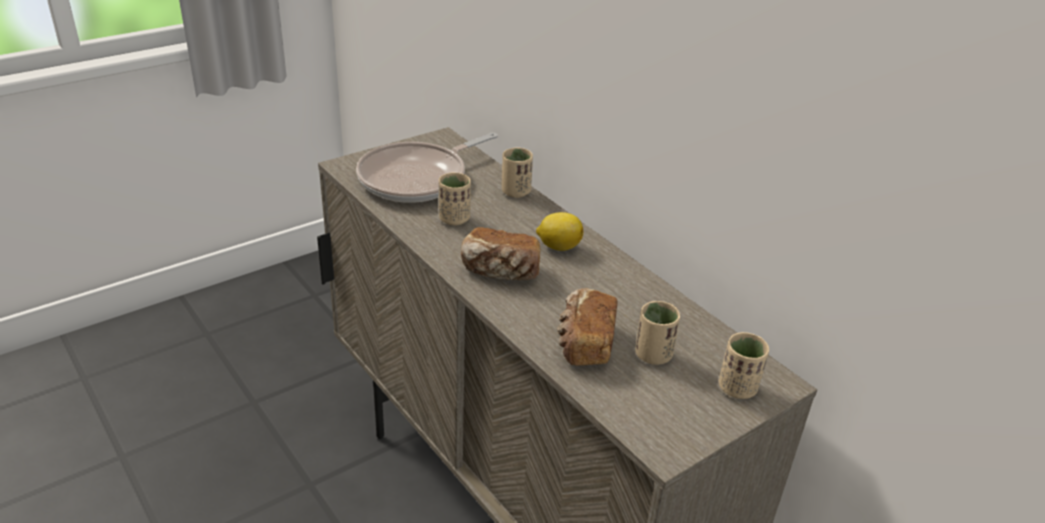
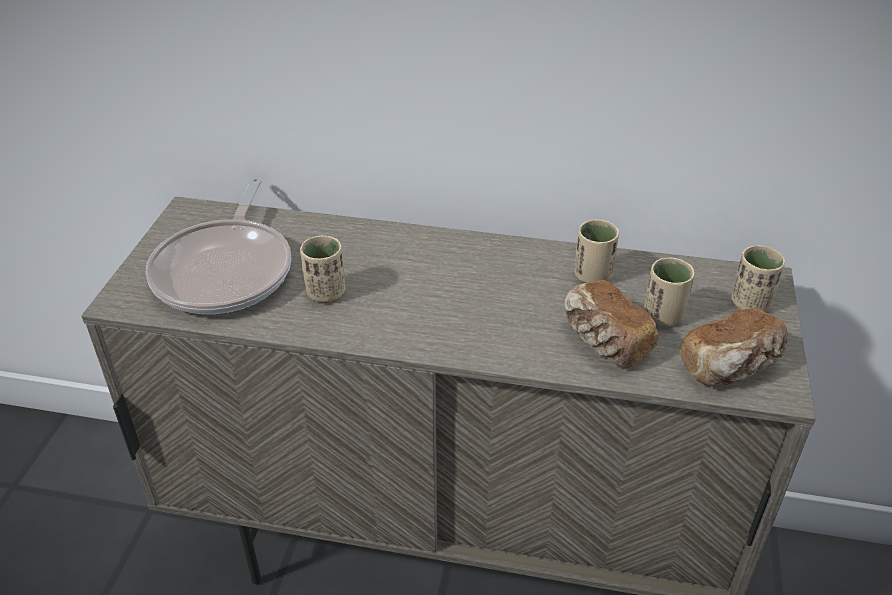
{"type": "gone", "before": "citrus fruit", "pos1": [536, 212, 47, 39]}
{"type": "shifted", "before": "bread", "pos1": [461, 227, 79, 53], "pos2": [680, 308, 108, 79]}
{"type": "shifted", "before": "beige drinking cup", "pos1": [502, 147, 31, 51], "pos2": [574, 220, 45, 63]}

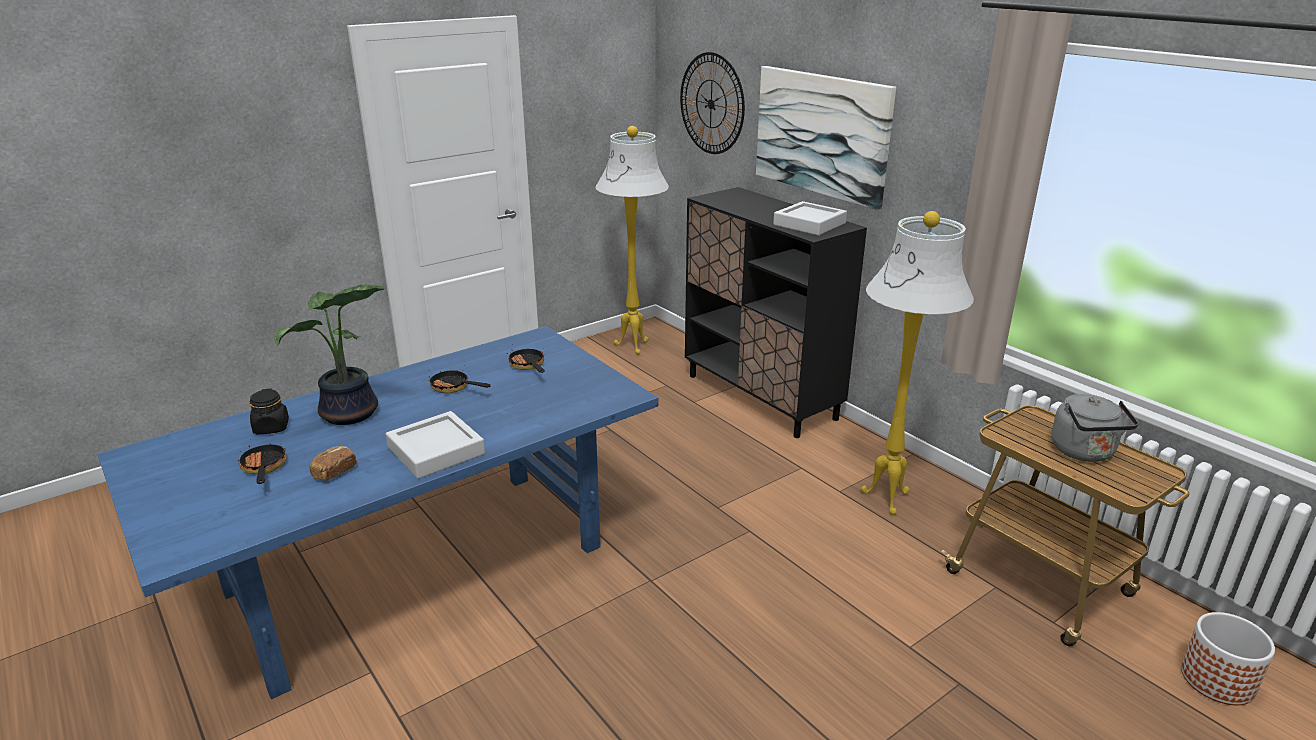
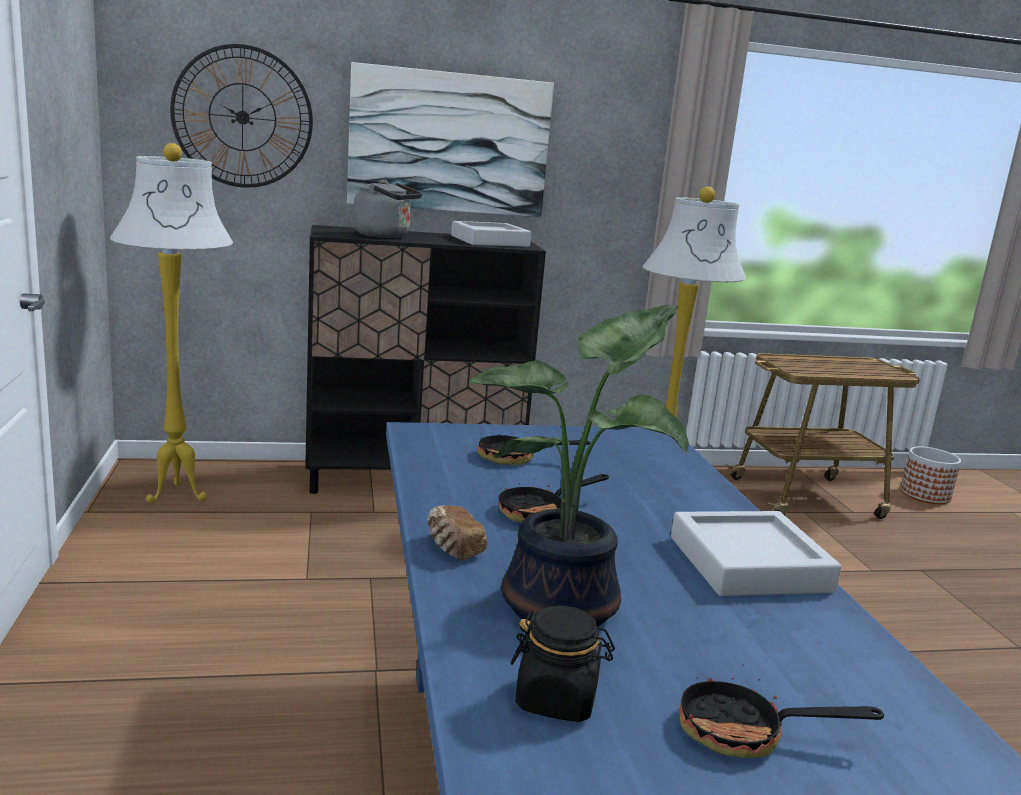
{"type": "shifted", "before": "bread", "pos1": [309, 446, 48, 35], "pos2": [427, 505, 61, 55]}
{"type": "shifted", "before": "greyish water kettle", "pos1": [1051, 394, 88, 68], "pos2": [353, 179, 69, 59]}

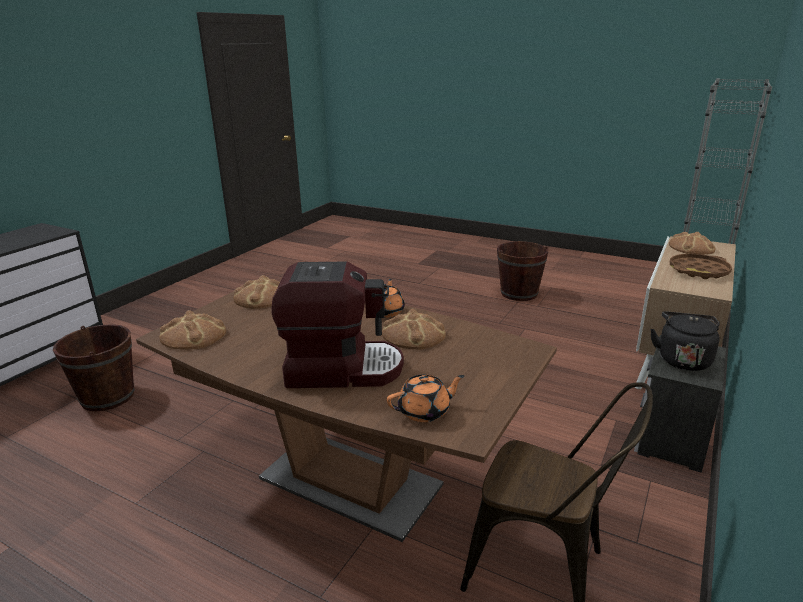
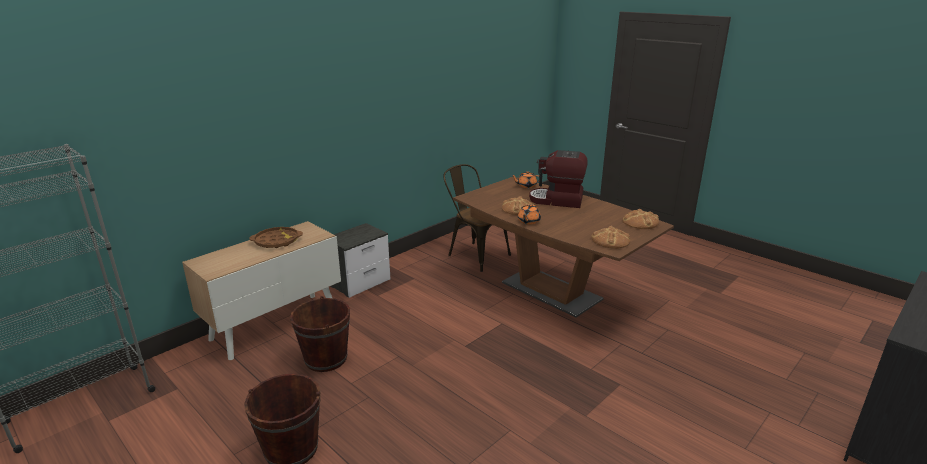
{"type": "gone", "before": "black-coloured water kettle", "pos1": [650, 311, 70, 60]}
{"type": "gone", "before": "bread", "pos1": [669, 232, 47, 23]}
{"type": "shifted", "before": "brownish pail", "pos1": [53, 324, 81, 87], "pos2": [290, 296, 60, 76]}

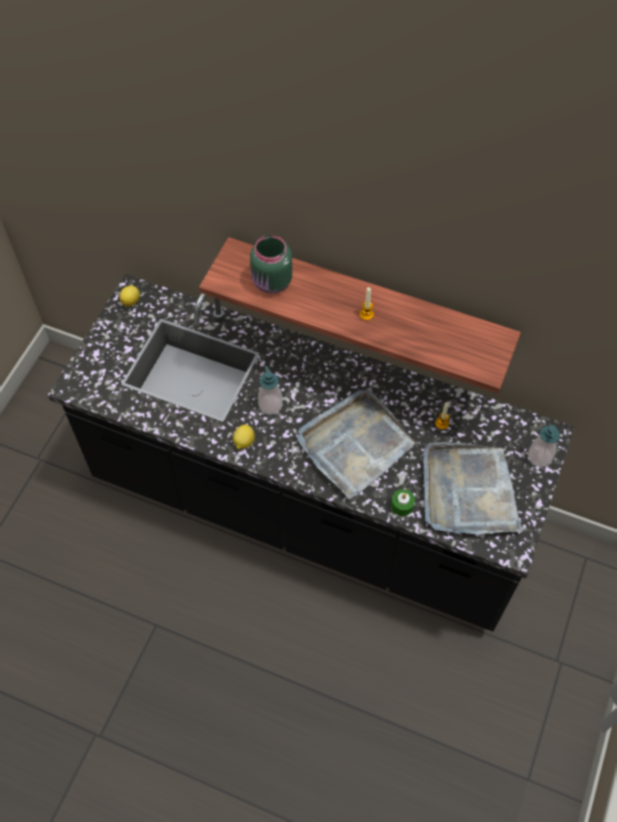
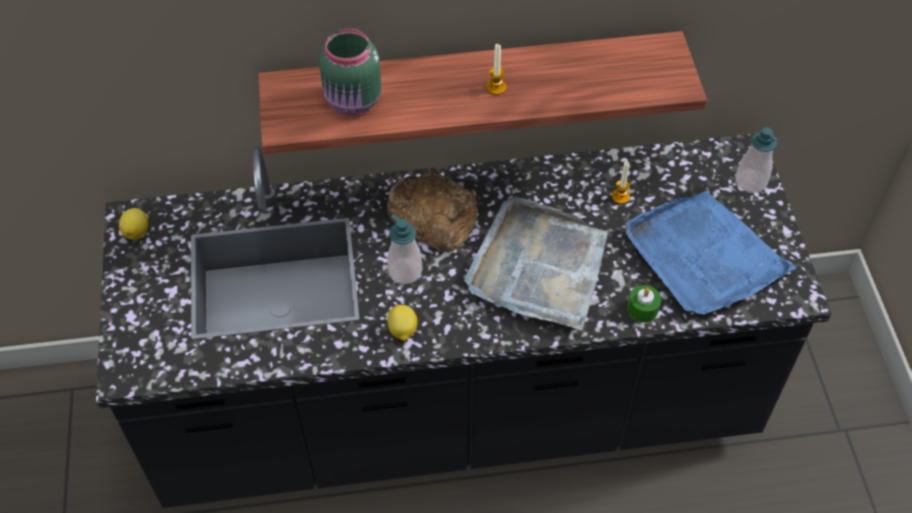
{"type": "new", "after": "bread", "pos2": [387, 172, 91, 81]}
{"type": "repainted", "before": "greyish carrying tray", "after": "blue-coloured carrying tray", "pos1": [423, 442, 100, 92], "pos2": [625, 191, 172, 124]}

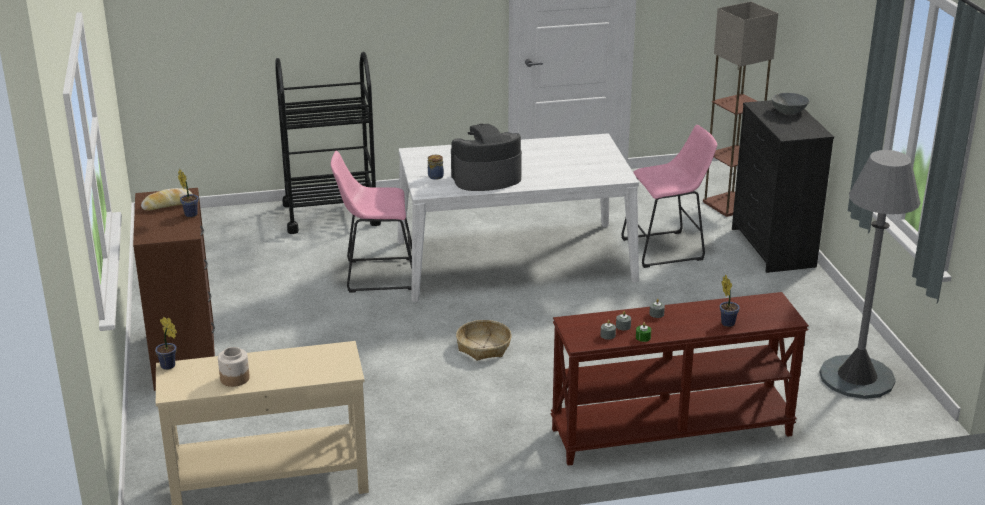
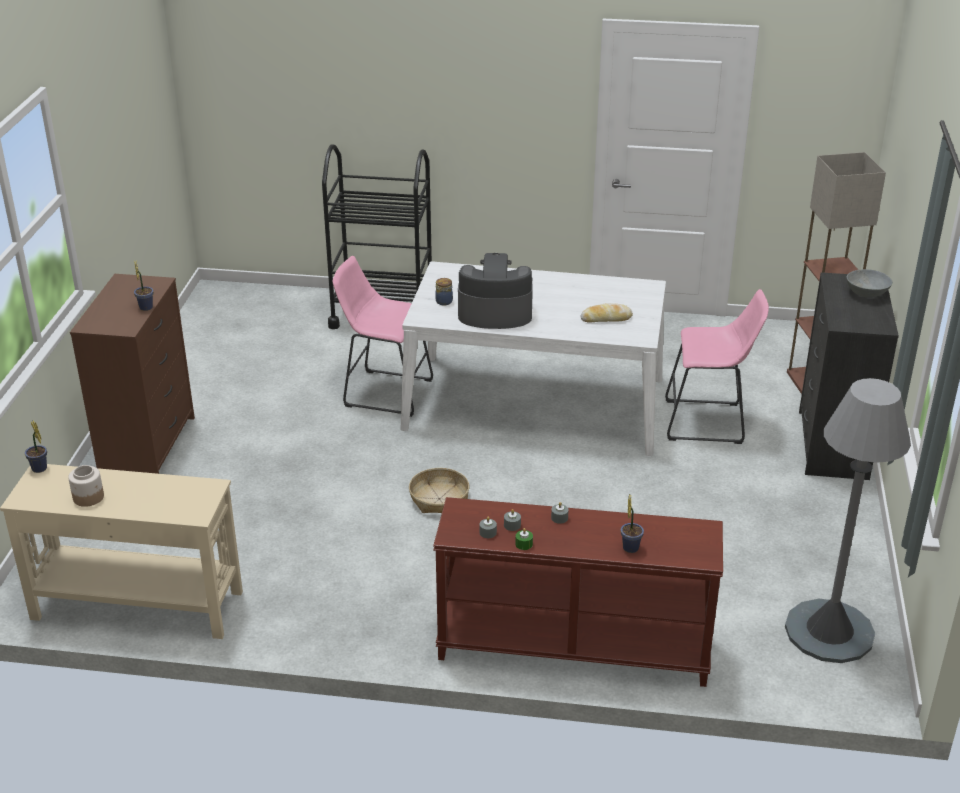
{"type": "shifted", "before": "bread", "pos1": [141, 188, 51, 23], "pos2": [581, 303, 52, 19]}

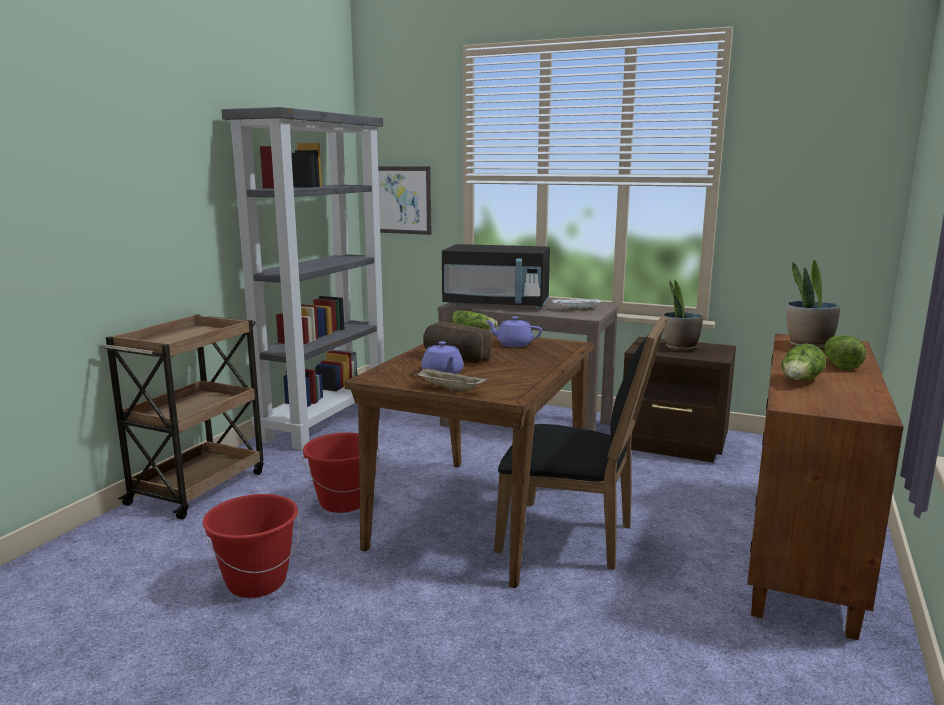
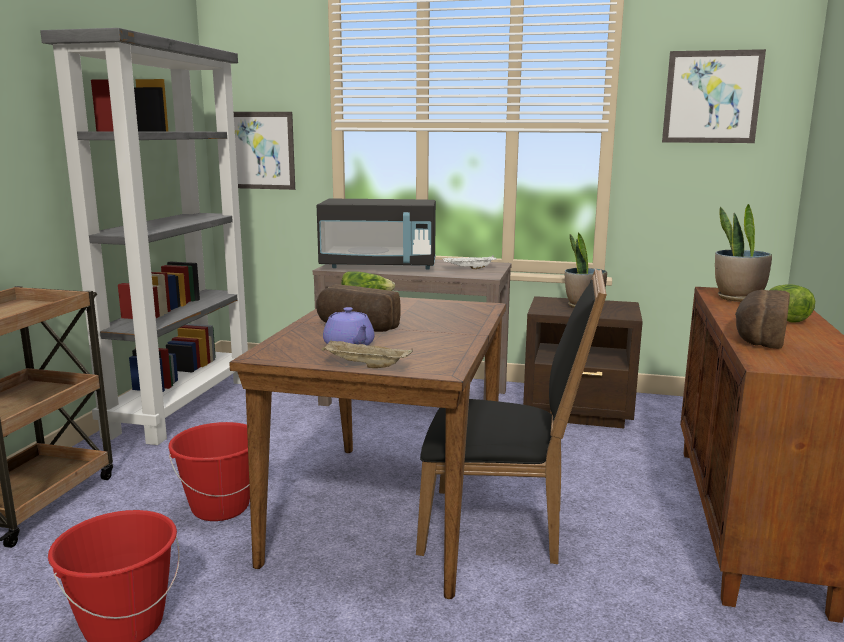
{"type": "gone", "before": "purple-coloured pot for tea", "pos1": [486, 316, 56, 31]}
{"type": "new", "after": "wall art", "pos2": [662, 49, 104, 94]}
{"type": "swapped", "before": "head of lettuce", "after": "bread", "pos1": [781, 344, 45, 36], "pos2": [735, 290, 55, 59]}

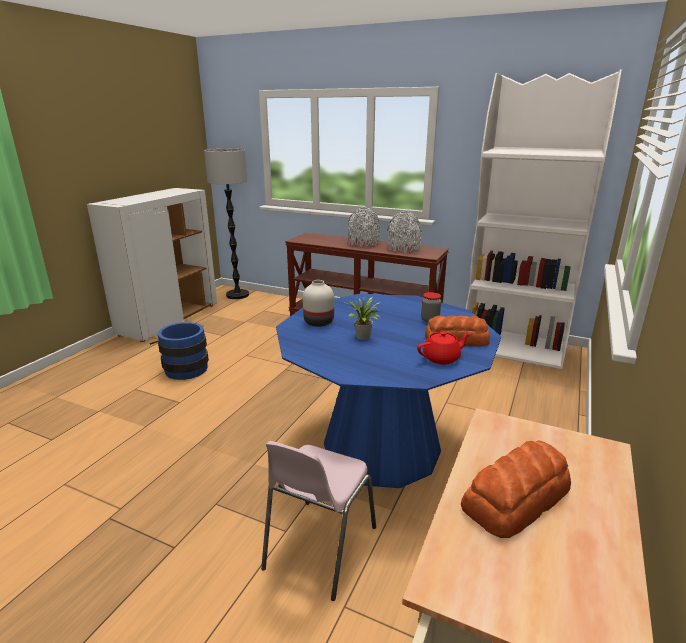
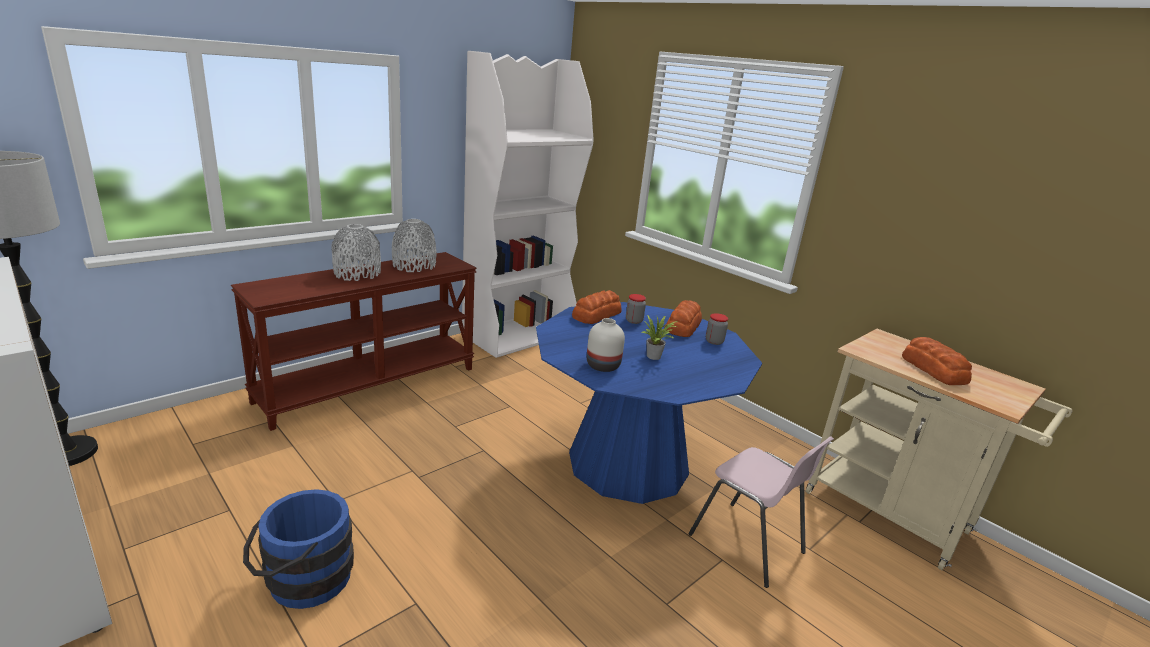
{"type": "new", "after": "bread", "pos2": [572, 290, 50, 34]}
{"type": "swapped", "before": "red pot for tea", "after": "preserve jar", "pos1": [417, 331, 54, 33], "pos2": [706, 313, 22, 32]}

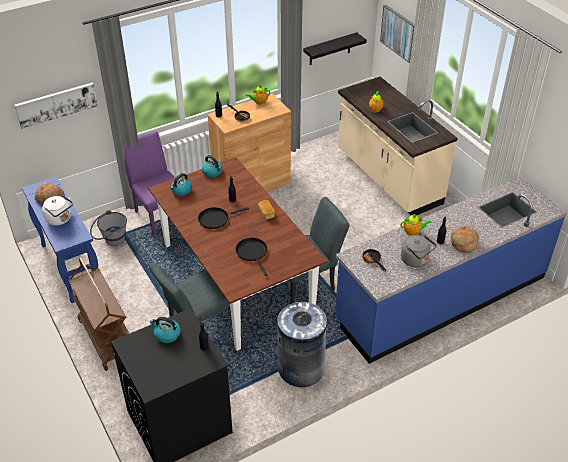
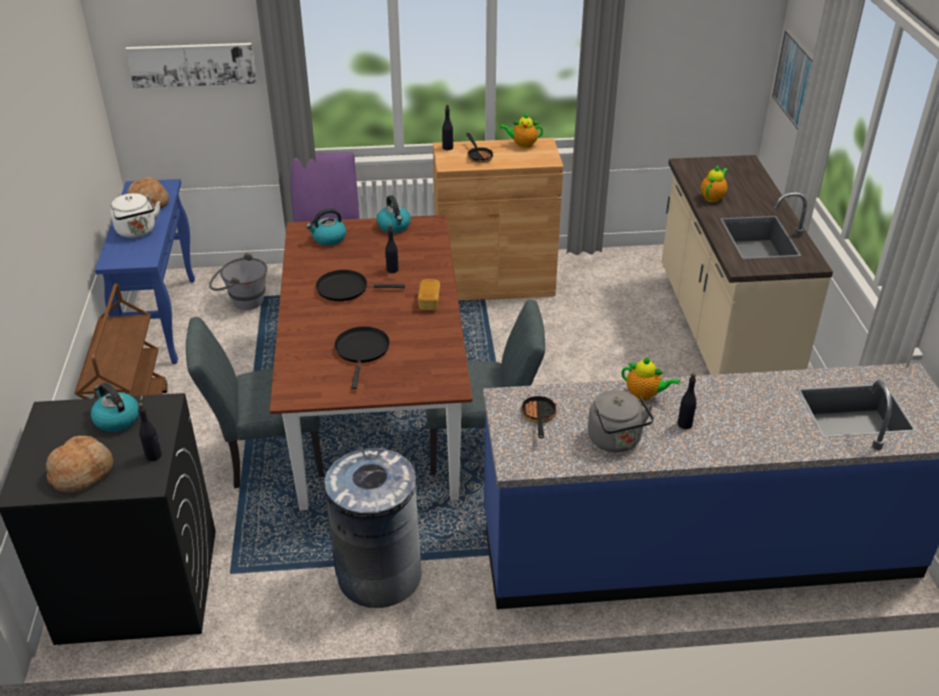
{"type": "gone", "before": "black-coloured shelf", "pos1": [303, 32, 64, 33]}
{"type": "shifted", "before": "bread", "pos1": [451, 226, 28, 27], "pos2": [46, 436, 67, 57]}

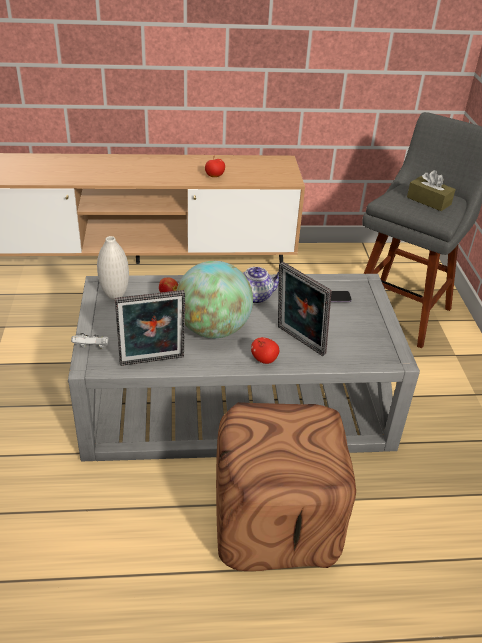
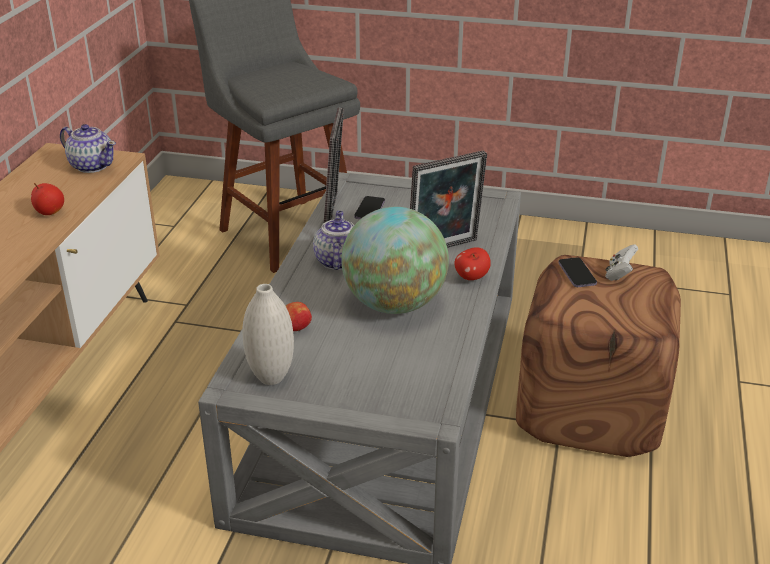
{"type": "gone", "before": "brownish tissue holder", "pos1": [407, 170, 49, 41]}
{"type": "new", "after": "pot for tea", "pos2": [60, 124, 56, 49]}
{"type": "new", "after": "phone", "pos2": [558, 257, 39, 30]}
{"type": "shifted", "before": "white gamepad", "pos1": [71, 333, 38, 16], "pos2": [605, 244, 33, 37]}
{"type": "shifted", "before": "photo frame", "pos1": [115, 290, 70, 76], "pos2": [323, 107, 21, 117]}

